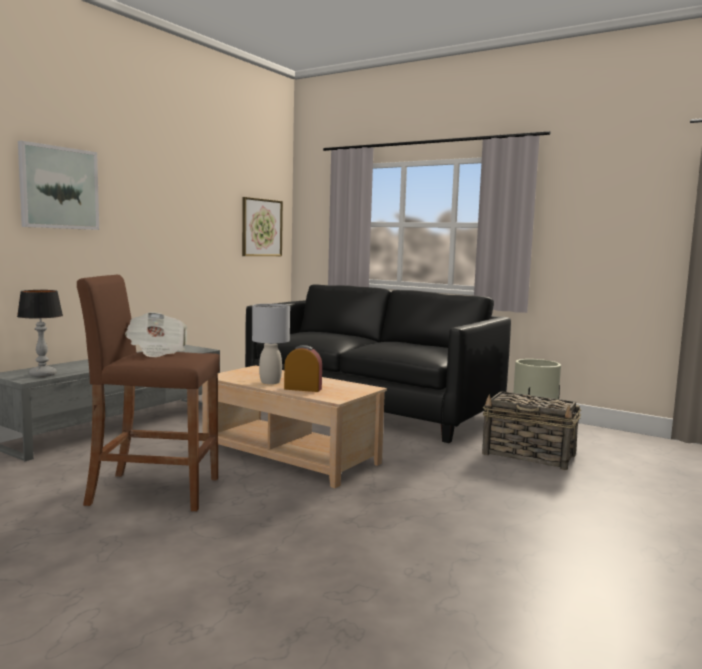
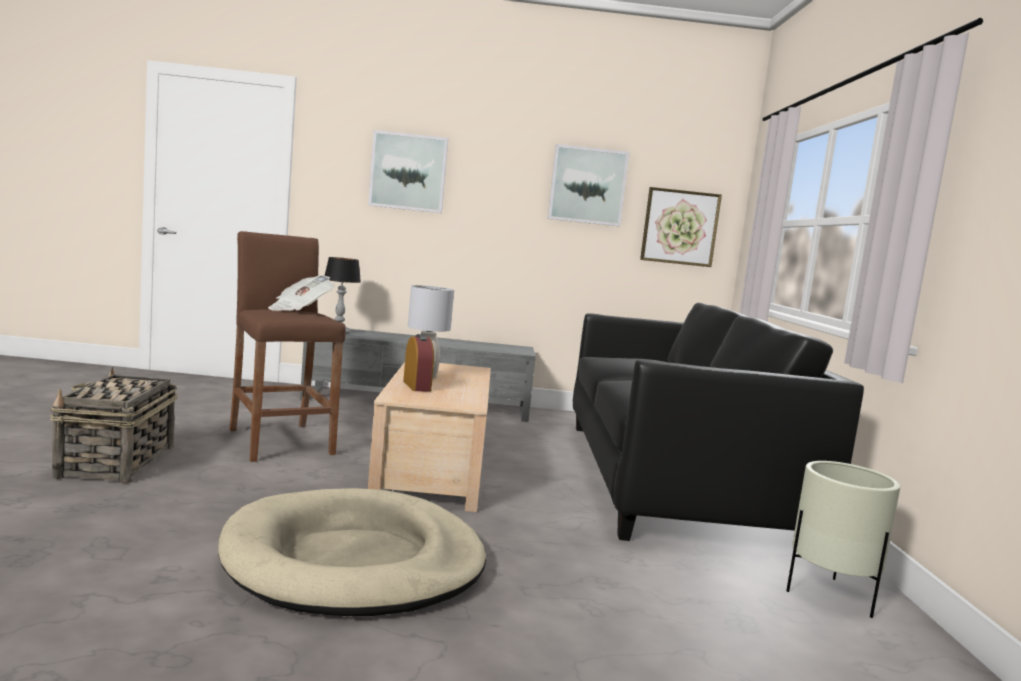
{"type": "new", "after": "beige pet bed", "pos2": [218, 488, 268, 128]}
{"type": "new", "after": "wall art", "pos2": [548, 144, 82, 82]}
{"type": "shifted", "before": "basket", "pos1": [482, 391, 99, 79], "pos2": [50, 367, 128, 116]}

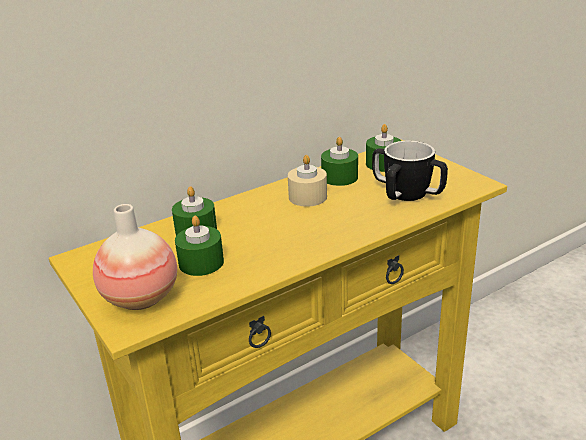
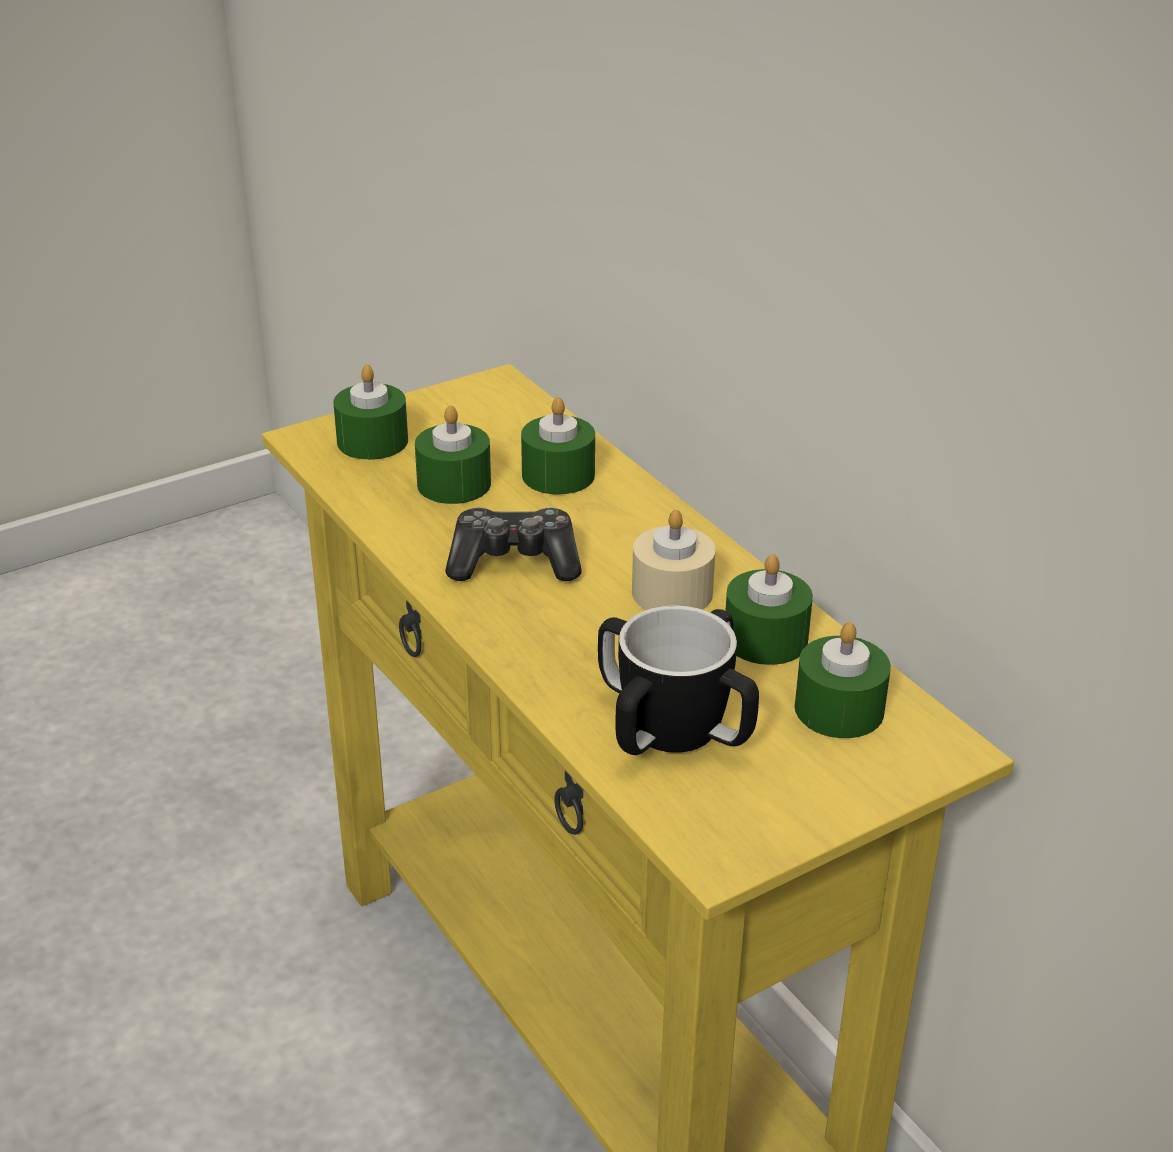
{"type": "new", "after": "gamepad", "pos2": [445, 507, 137, 74]}
{"type": "swapped", "before": "decorative vase", "after": "green-coloured wax candle", "pos1": [93, 204, 84, 106], "pos2": [333, 365, 75, 95]}

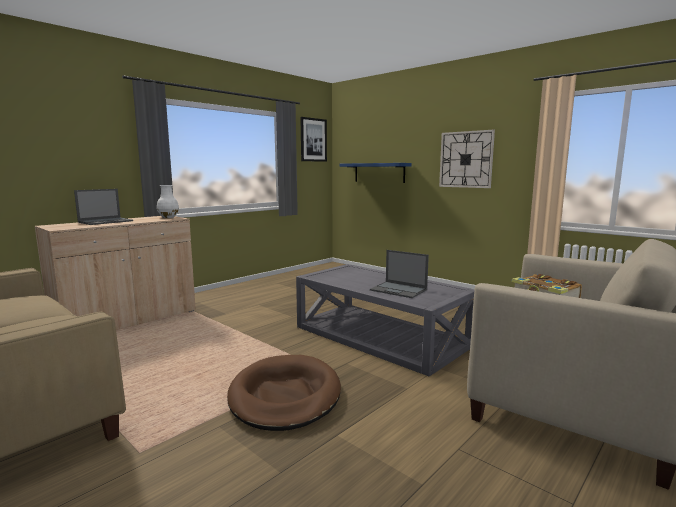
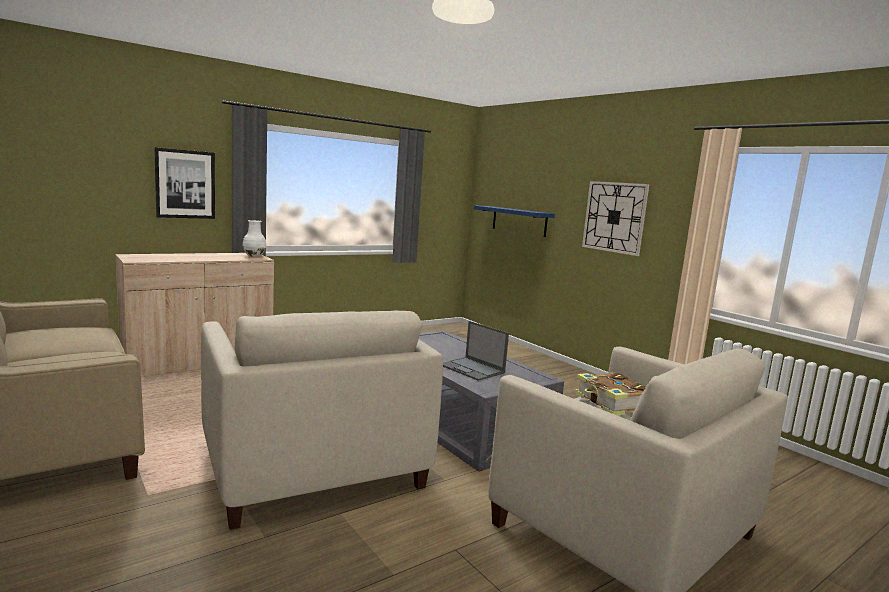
{"type": "gone", "before": "notebook computer", "pos1": [74, 189, 59, 36]}
{"type": "shifted", "before": "wall art", "pos1": [300, 117, 27, 45], "pos2": [154, 147, 61, 72]}
{"type": "swapped", "before": "brownish pet bed", "after": "beige armchair", "pos1": [227, 355, 114, 76], "pos2": [201, 311, 242, 219]}

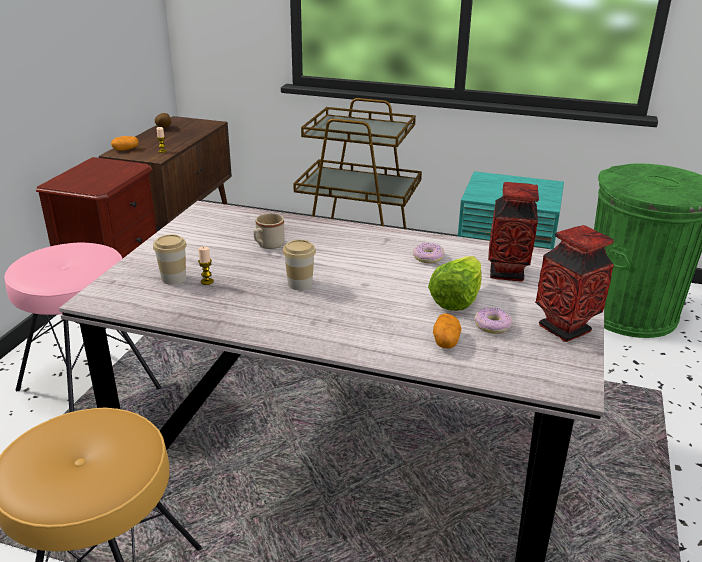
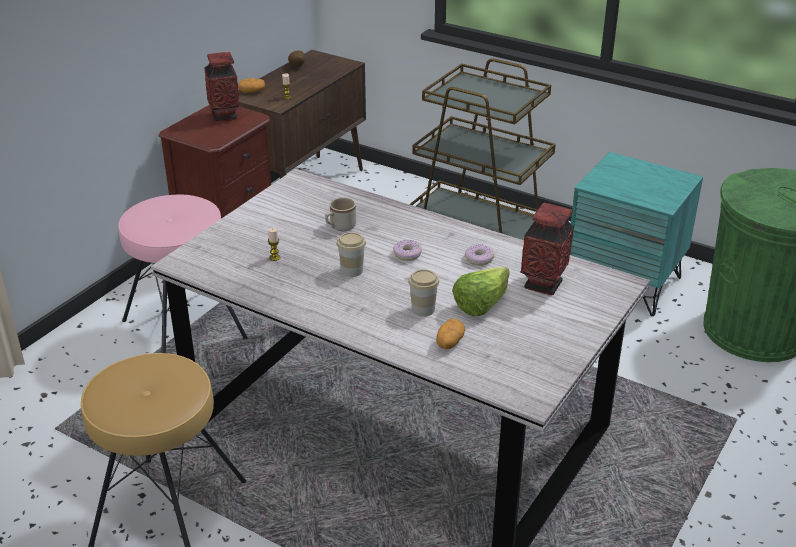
{"type": "shifted", "before": "drinking cup", "pos1": [153, 234, 34, 51], "pos2": [408, 269, 31, 48]}
{"type": "shifted", "before": "doughnut", "pos1": [474, 307, 38, 27], "pos2": [393, 240, 29, 21]}
{"type": "shifted", "before": "decorative vase", "pos1": [535, 225, 79, 117], "pos2": [204, 52, 35, 70]}

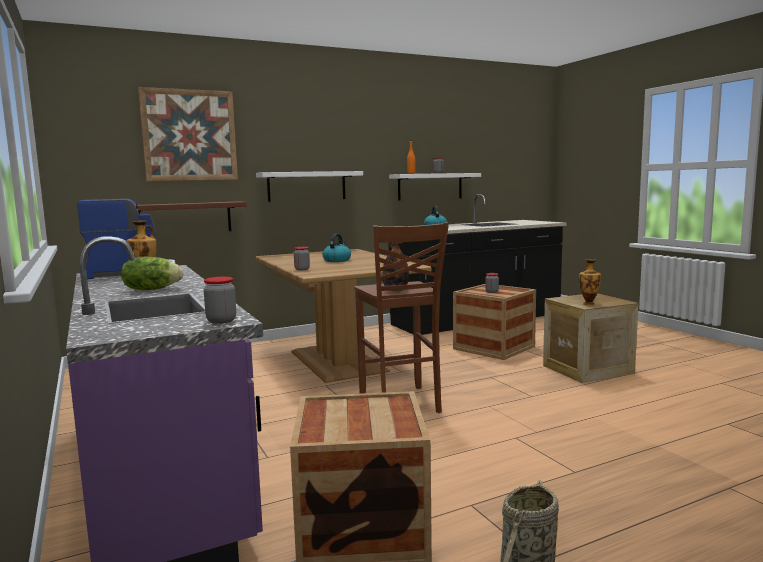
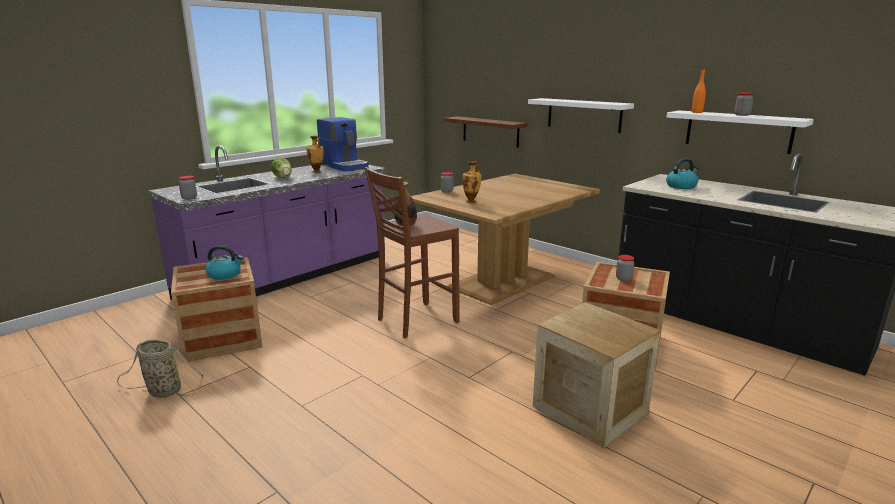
{"type": "gone", "before": "wall art", "pos1": [138, 87, 100, 94]}
{"type": "shifted", "before": "water kettle", "pos1": [323, 234, 28, 28], "pos2": [206, 245, 37, 35]}
{"type": "shifted", "before": "decorative vase", "pos1": [579, 259, 22, 46], "pos2": [462, 161, 20, 42]}

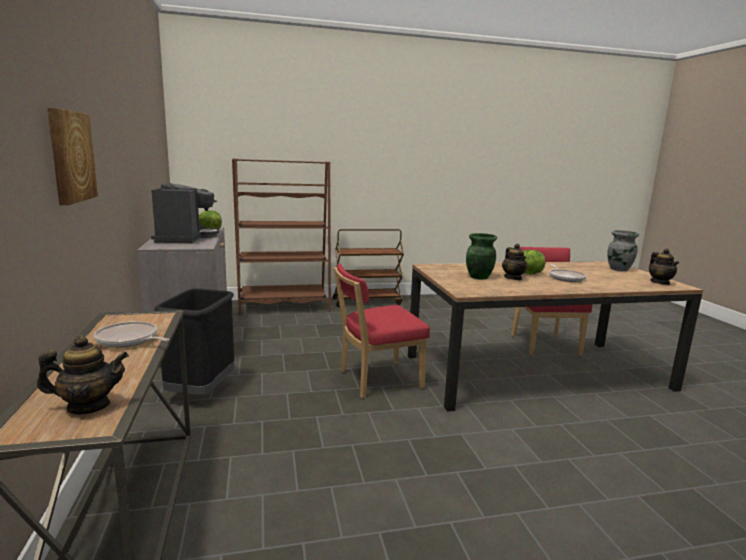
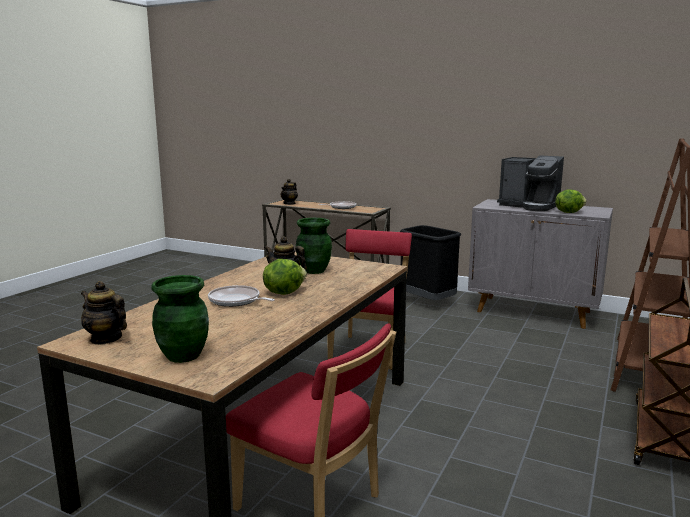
{"type": "gone", "before": "wall art", "pos1": [47, 108, 51, 97]}
{"type": "repainted", "before": "greyish decorative vase", "after": "green-coloured decorative vase", "pos1": [607, 230, 32, 41], "pos2": [151, 275, 58, 88]}

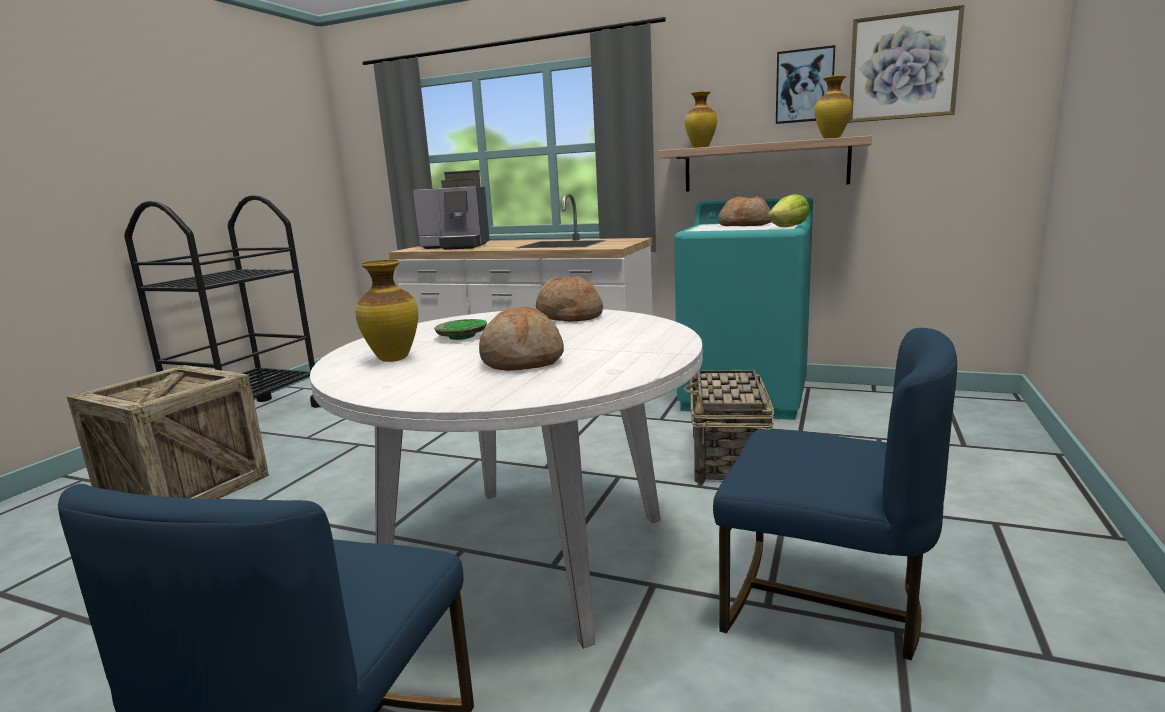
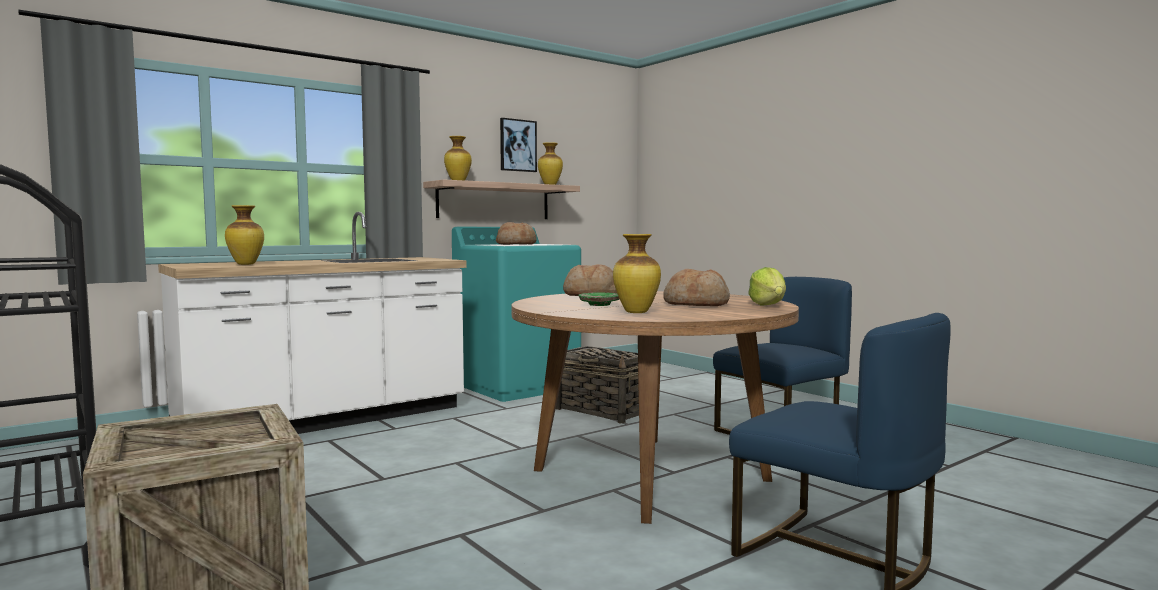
{"type": "gone", "before": "wall art", "pos1": [848, 4, 117, 119]}
{"type": "shifted", "before": "head of lettuce", "pos1": [768, 194, 42, 33], "pos2": [748, 267, 38, 39]}
{"type": "swapped", "before": "coffee machine", "after": "decorative vase", "pos1": [413, 170, 77, 80], "pos2": [225, 205, 39, 60]}
{"type": "repainted", "before": "white kitchen table", "after": "brownish kitchen table", "pos1": [310, 309, 392, 340], "pos2": [512, 291, 287, 233]}

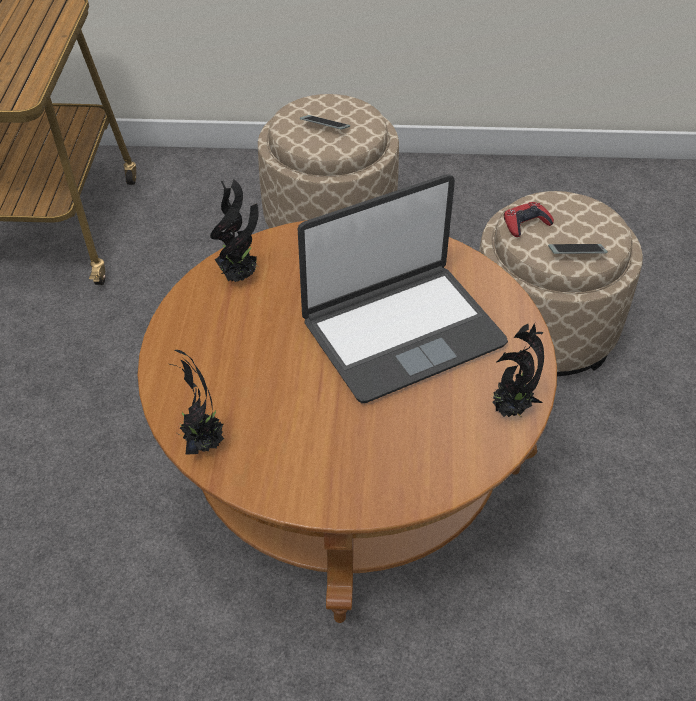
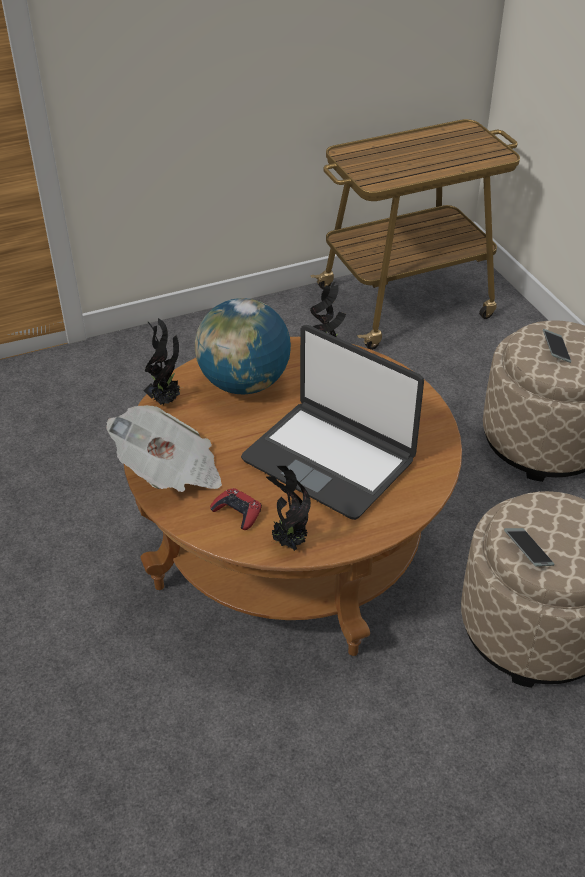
{"type": "new", "after": "daily paper", "pos2": [106, 405, 116, 87]}
{"type": "new", "after": "desk globe", "pos2": [195, 298, 96, 96]}
{"type": "shifted", "before": "red gamepad", "pos1": [504, 202, 50, 35], "pos2": [210, 488, 52, 42]}

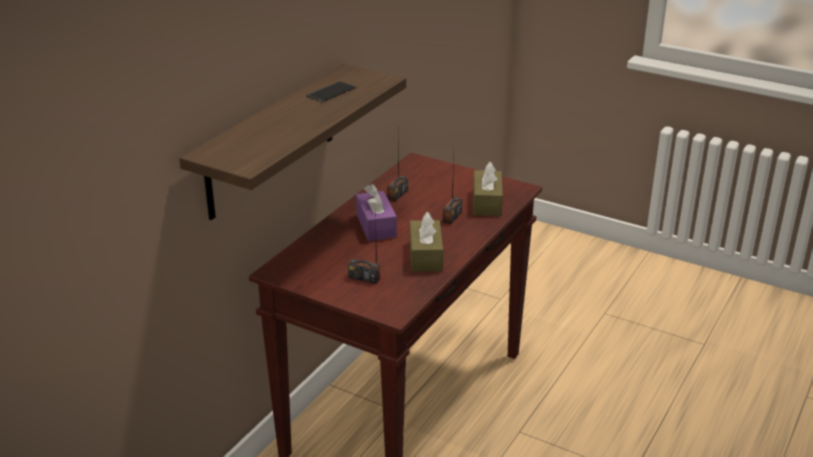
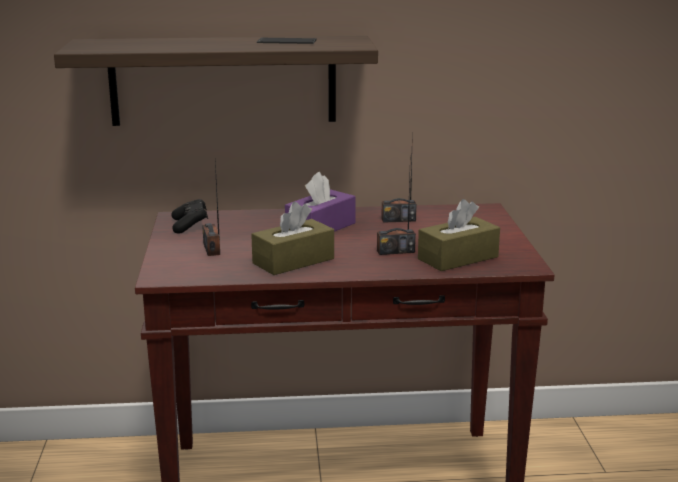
{"type": "new", "after": "black-coloured gamepad", "pos2": [172, 199, 36, 35]}

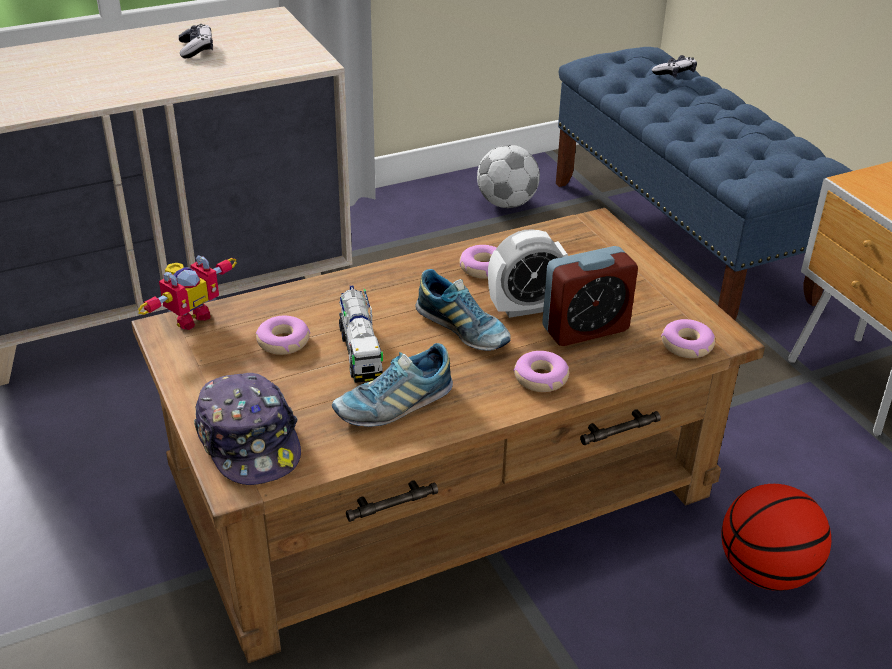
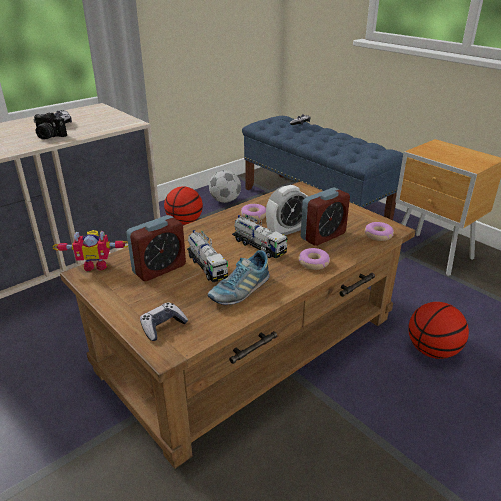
{"type": "new", "after": "photo camera", "pos2": [33, 112, 34, 28]}
{"type": "new", "after": "ball for basketball", "pos2": [164, 186, 39, 39]}
{"type": "swapped", "before": "cap", "after": "gamepad", "pos1": [194, 373, 107, 112], "pos2": [140, 302, 48, 39]}
{"type": "swapped", "before": "doughnut", "after": "alarm clock", "pos1": [256, 316, 54, 39], "pos2": [126, 215, 60, 66]}
{"type": "swapped", "before": "low shoe", "after": "model truck", "pos1": [415, 269, 96, 82], "pos2": [232, 214, 56, 44]}
{"type": "rotated", "before": "model robot", "pos1": [138, 255, 99, 75], "pos2": [52, 230, 76, 41], "turn": 60}

